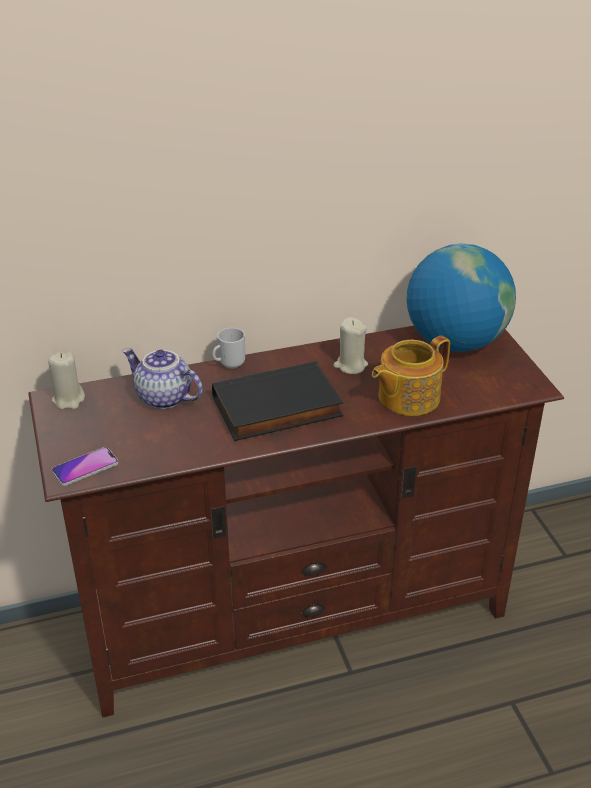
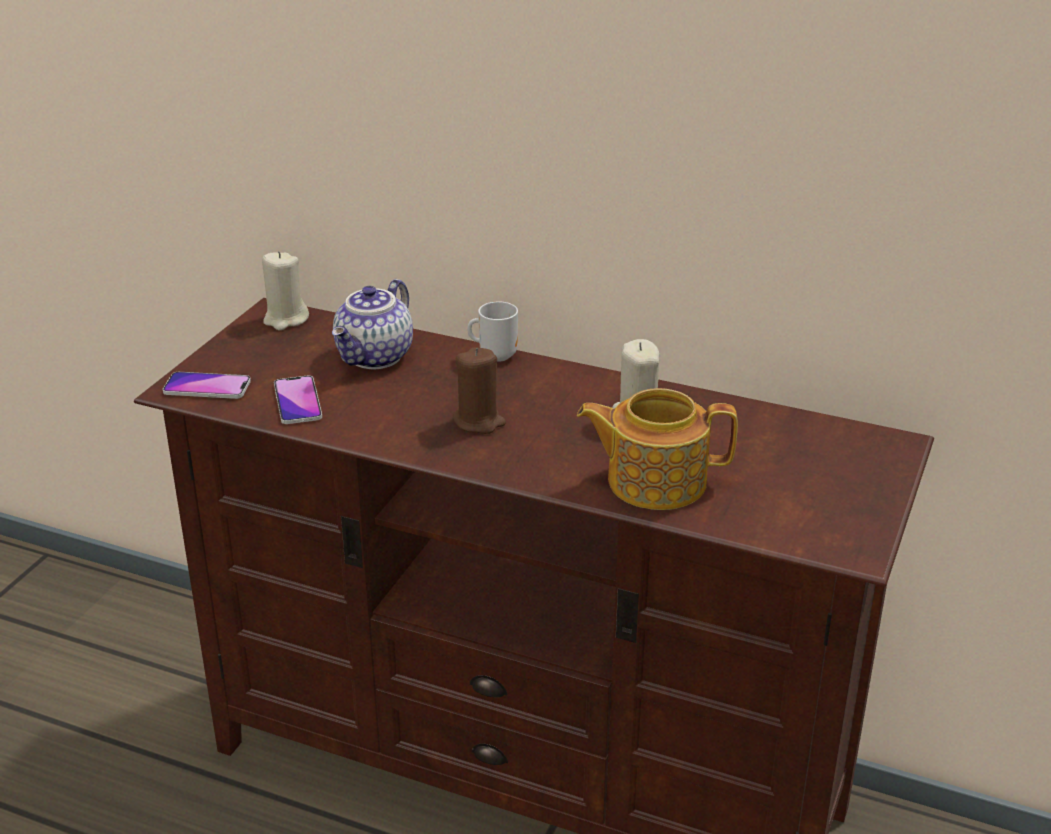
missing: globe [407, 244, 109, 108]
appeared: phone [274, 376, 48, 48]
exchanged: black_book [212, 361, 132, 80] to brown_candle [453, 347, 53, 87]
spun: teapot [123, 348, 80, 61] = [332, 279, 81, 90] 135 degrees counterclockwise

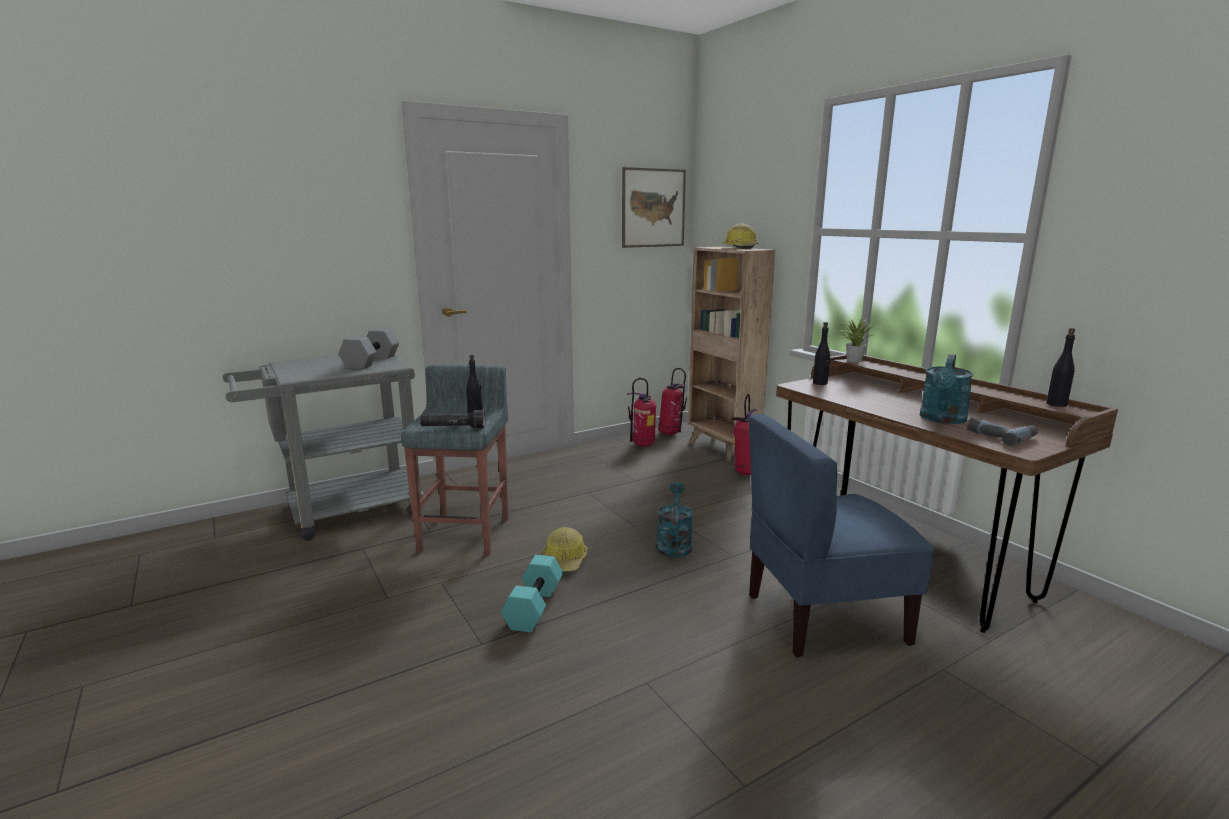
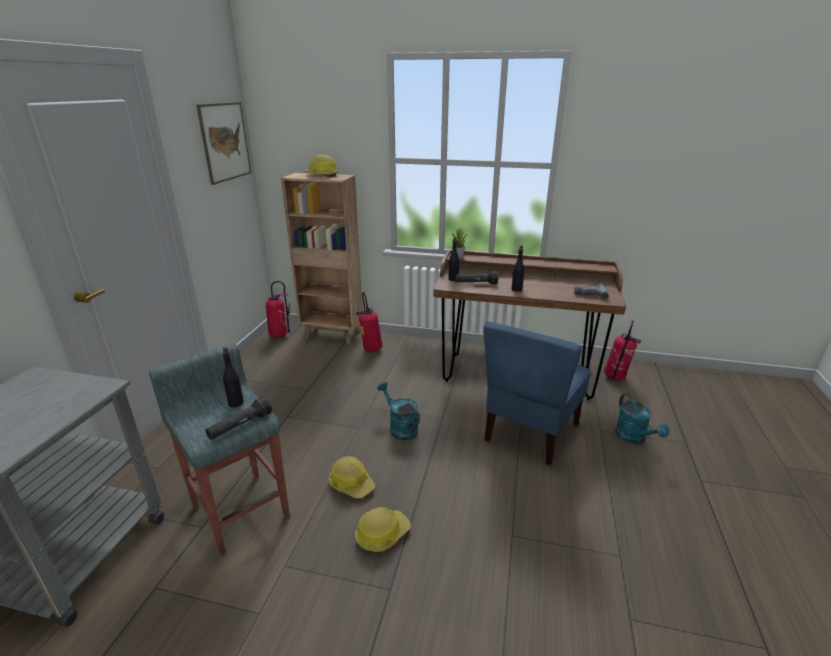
missing: grey_dumbbell [338, 328, 61, 42]
appeared: black_flashlight [455, 271, 43, 13]
relocated: black_bottle [1046, 328, 29, 79] to [512, 245, 12, 47]; fire_extinguisher [627, 378, 29, 69] to [604, 320, 37, 60]; turquoise_watering_can [920, 354, 54, 70] to [615, 393, 55, 51]
exchanged: turquoise_dumbbell [501, 555, 62, 77] to hard_hat [355, 507, 56, 45]

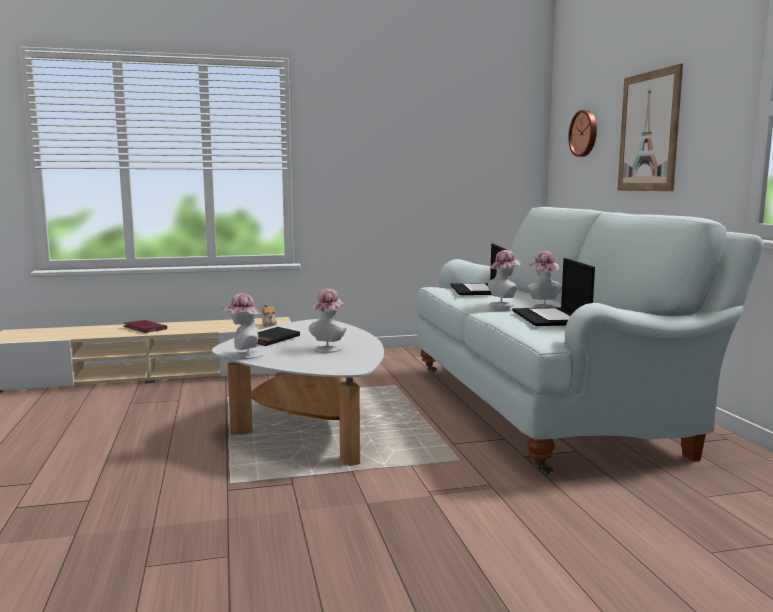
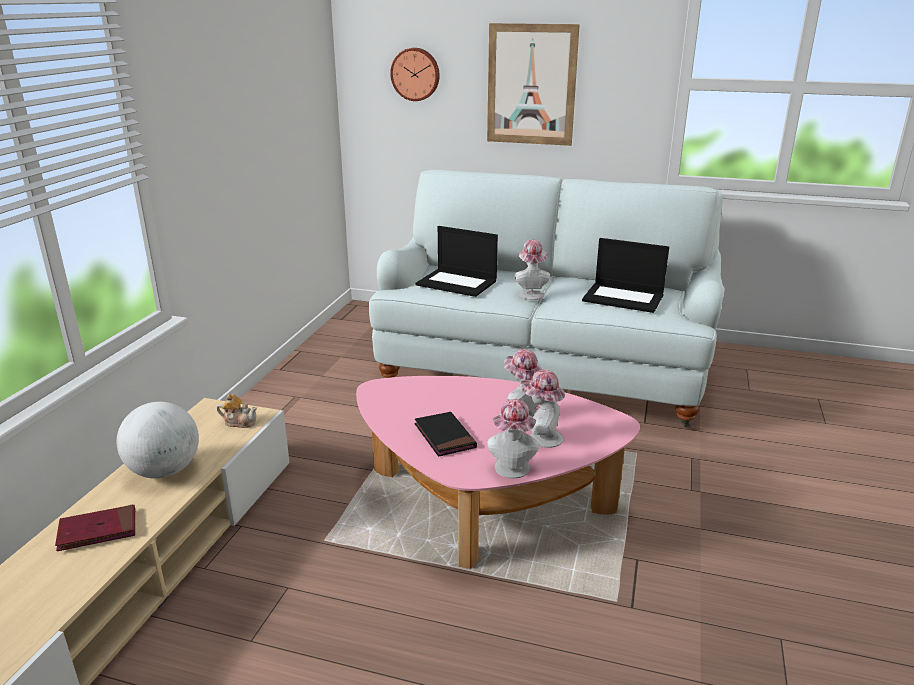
appeared: globe [117, 402, 82, 77]
relocated: hat [527, 251, 35, 57] to [520, 370, 45, 78]
colour: white_coffee_table [212, 319, 172, 147] to pink_coffee_table [356, 376, 284, 193]

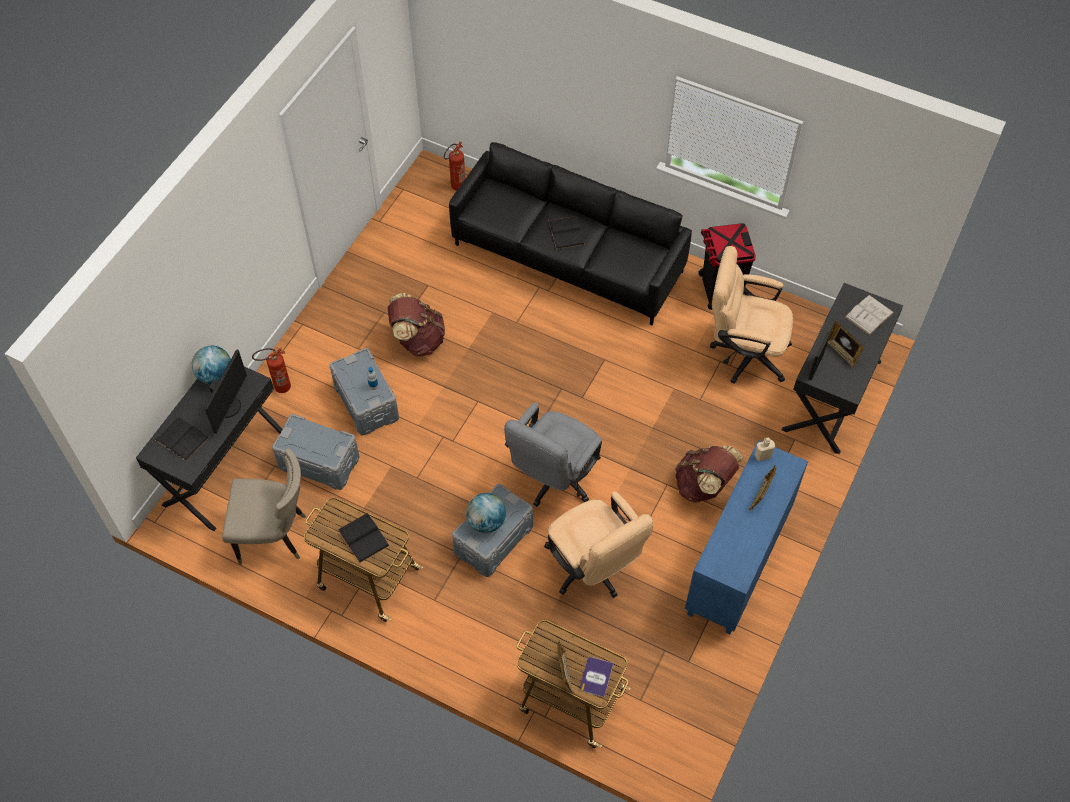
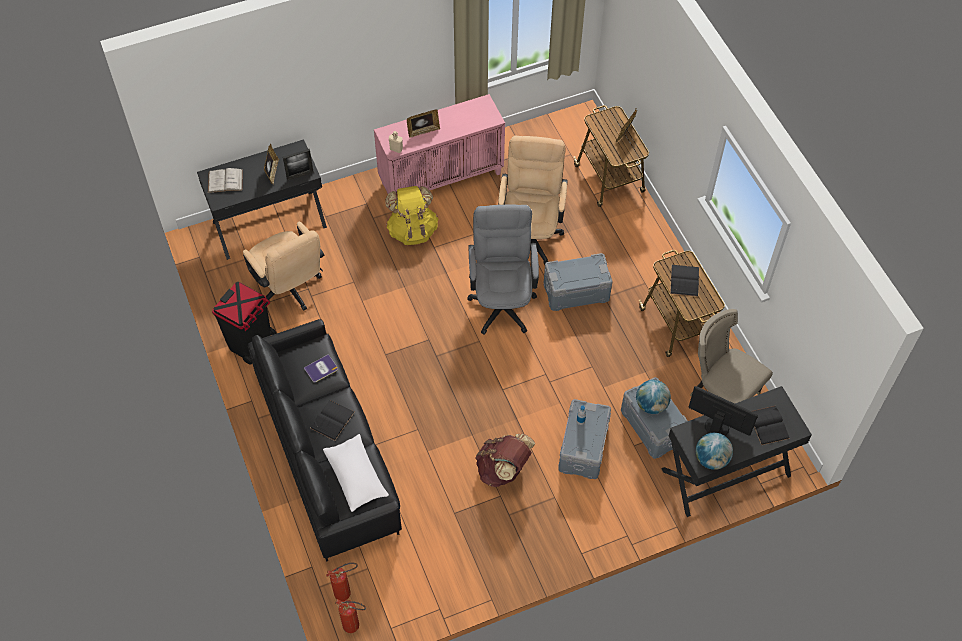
appeared: white_pillow [323, 434, 66, 78]
relocated: book [580, 657, 34, 40] to [304, 354, 34, 28]; fire_extinguisher [252, 348, 39, 45] to [335, 599, 31, 34]; globe [466, 493, 40, 40] to [636, 380, 35, 34]
colour: blue_cabinet [685, 440, 123, 194] to pink_cabinet [374, 94, 131, 100]; brown_backpack [675, 445, 69, 58] to yellow_backpack [386, 186, 53, 59]
spun: grey_office_chair [504, 402, 98, 105] = [467, 205, 72, 130] 75 degrees counterclockwise; monitor [204, 349, 43, 85] = [689, 386, 69, 50] 60 degrees clockwise

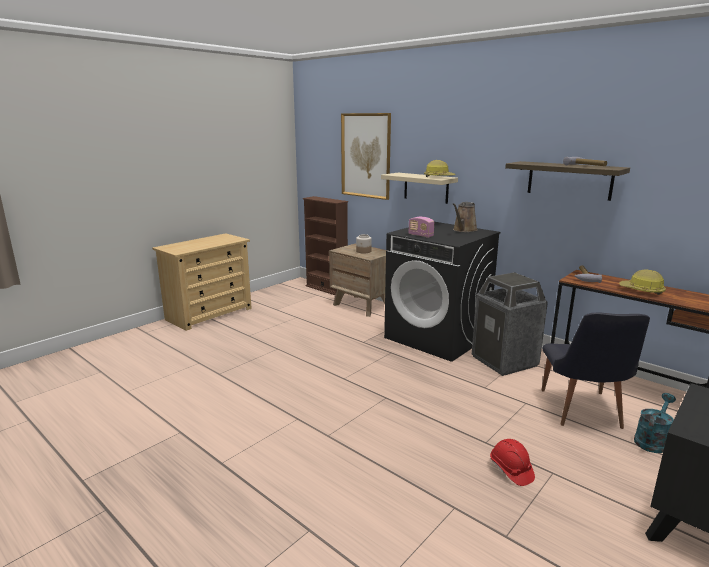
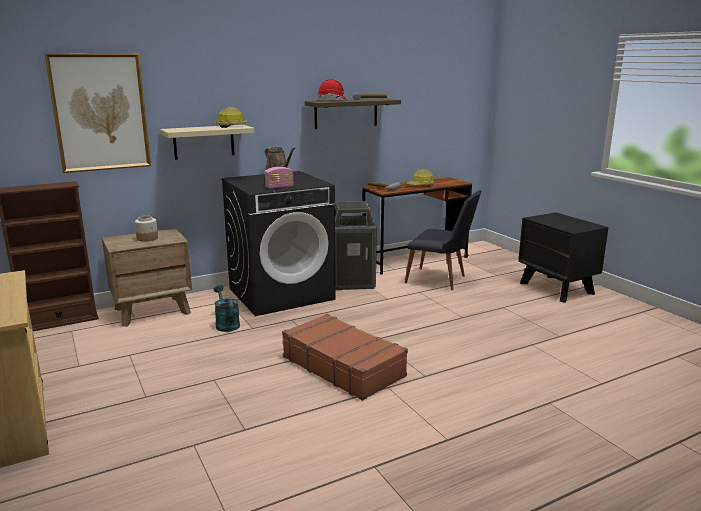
appeared: brown_suitcase [282, 314, 126, 87]
relocated: turquoise_watering_can [634, 393, 42, 60] to [214, 285, 26, 47]; red_hard_hat [490, 439, 45, 47] to [317, 79, 30, 22]

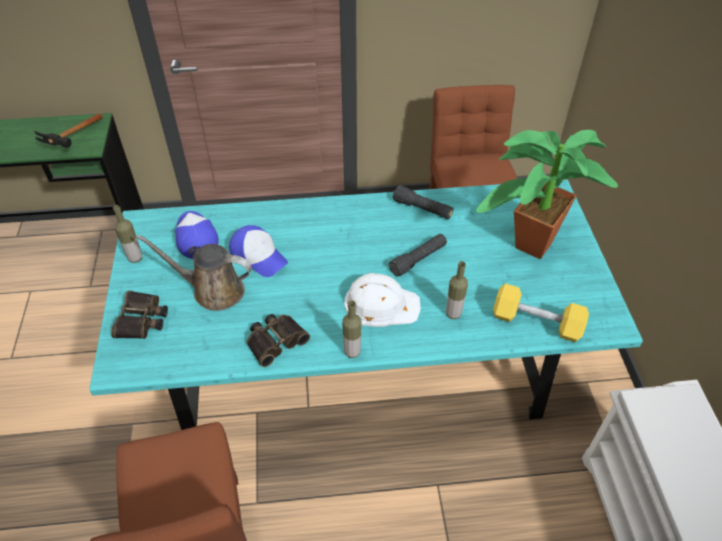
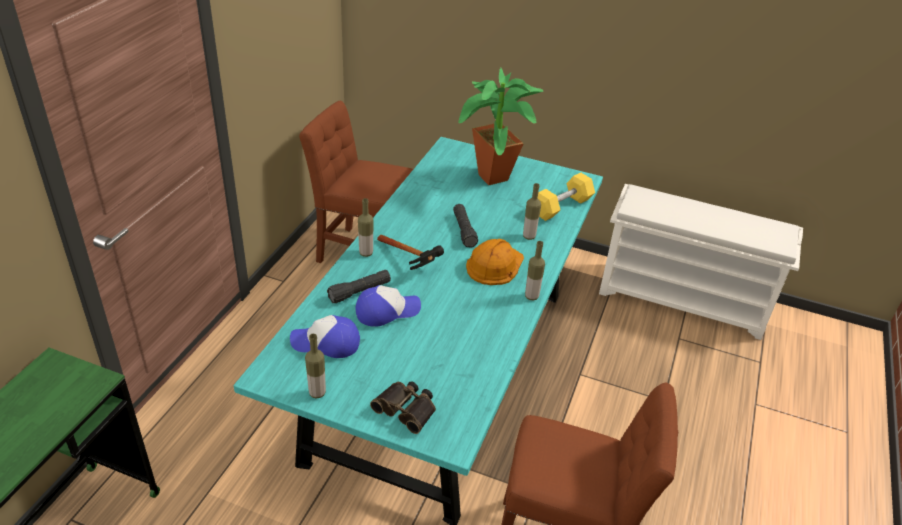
missing: brown_watering_can [136, 235, 116, 76]; binoculars [246, 314, 64, 53]
appeared: bottle [358, 198, 16, 59]
relocated: black_flashlight [393, 186, 60, 33] to [327, 270, 64, 33]; hammer [35, 114, 68, 34] to [377, 235, 67, 35]
colour: white_hard_hat [345, 273, 76, 54] to orange_hard_hat [466, 239, 58, 46]

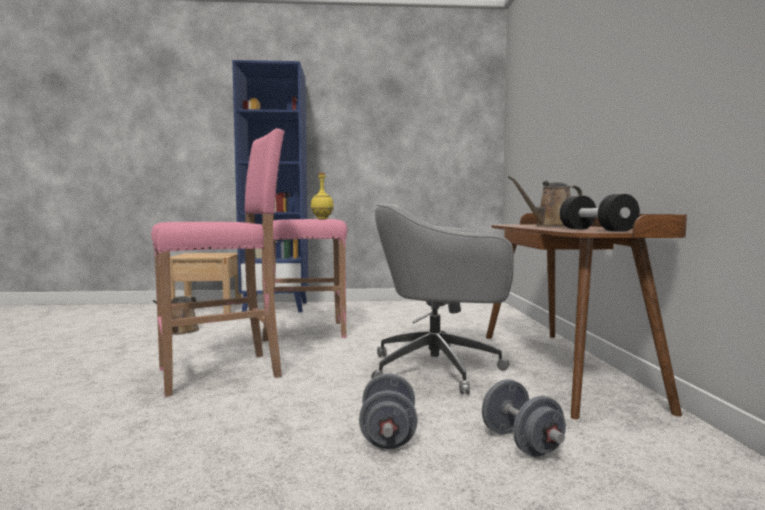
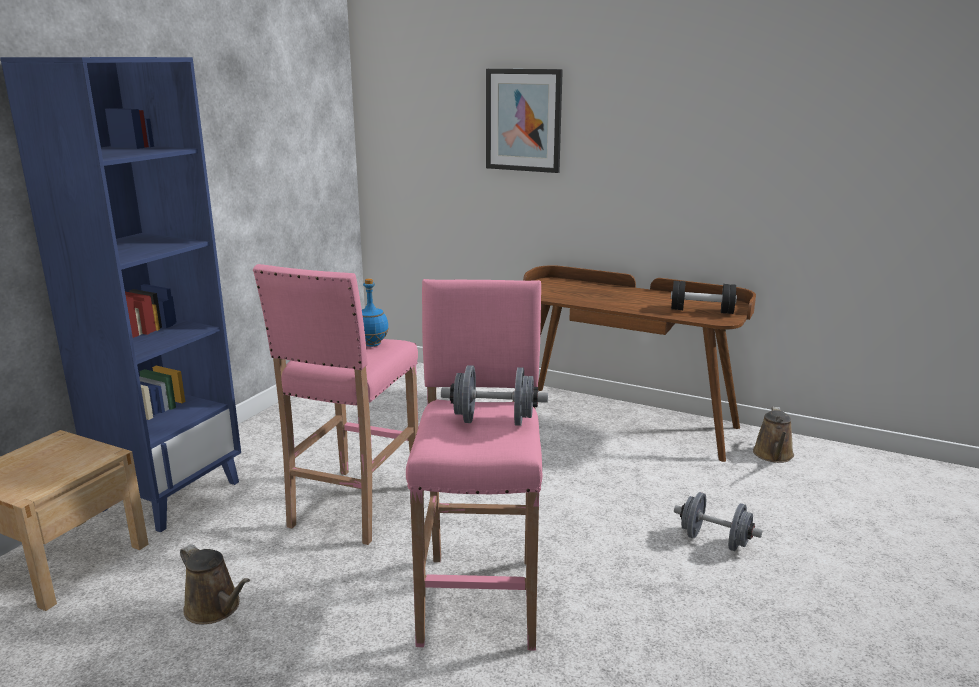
missing: grey_office_chair [371, 204, 143, 190]
appeared: picture [486, 69, 77, 104]
relocated: grey_dumbbell [482, 379, 84, 78] to [441, 365, 107, 61]; brown_watering_can [508, 176, 75, 51] to [753, 407, 41, 56]
colour: yellow_bottle [311, 173, 23, 46] to blue_bottle [362, 279, 27, 68]

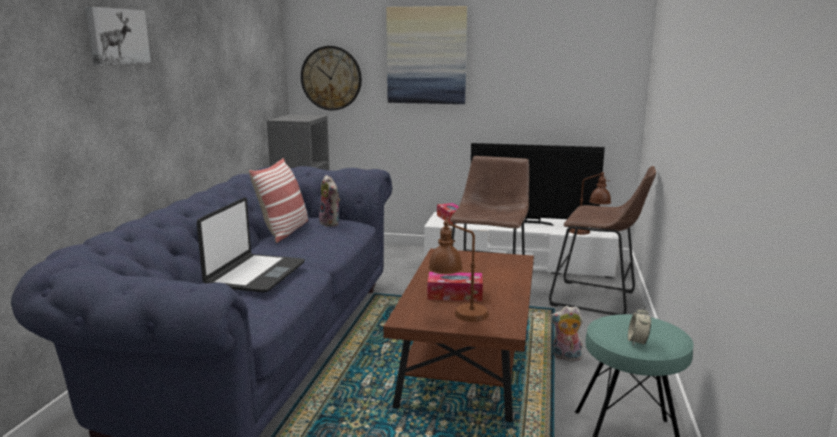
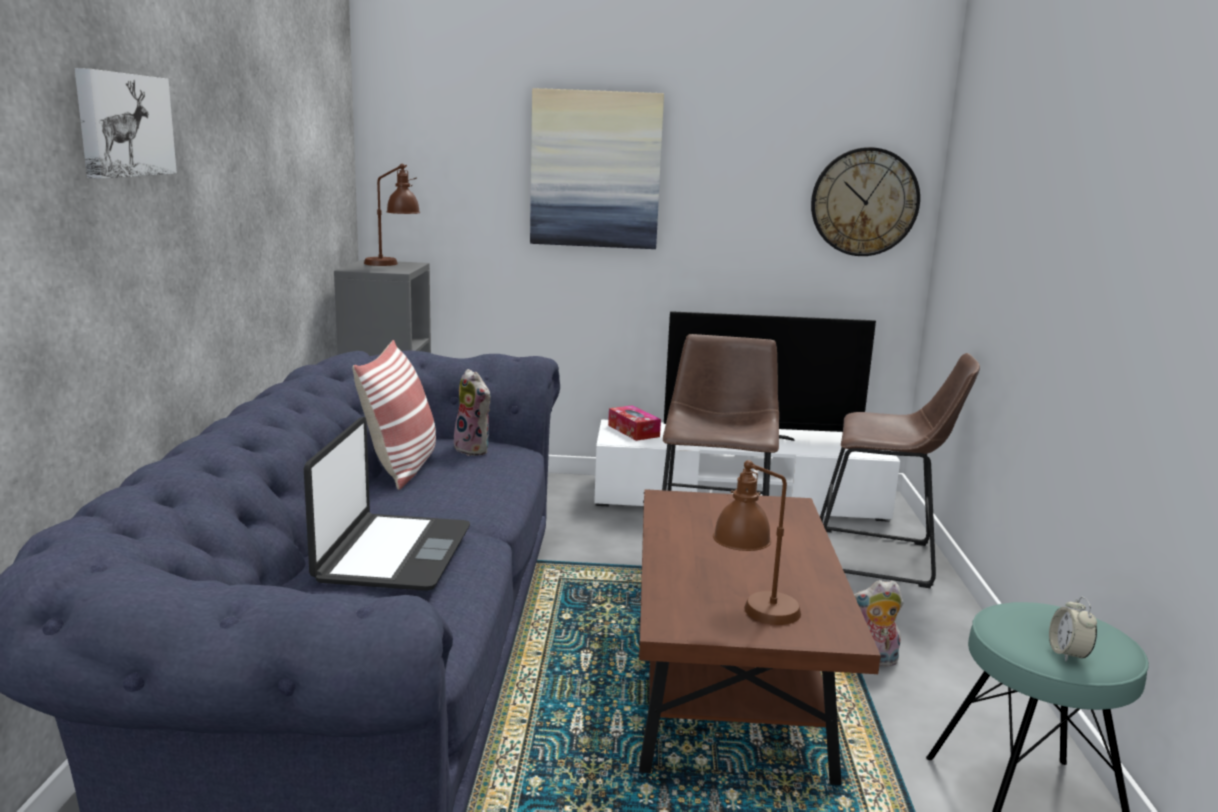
missing: tissue_box [427, 272, 56, 29]
relocated: brown_table_lamp [569, 172, 42, 63] to [364, 164, 56, 102]; wall_clock [301, 46, 61, 64] to [811, 147, 109, 109]

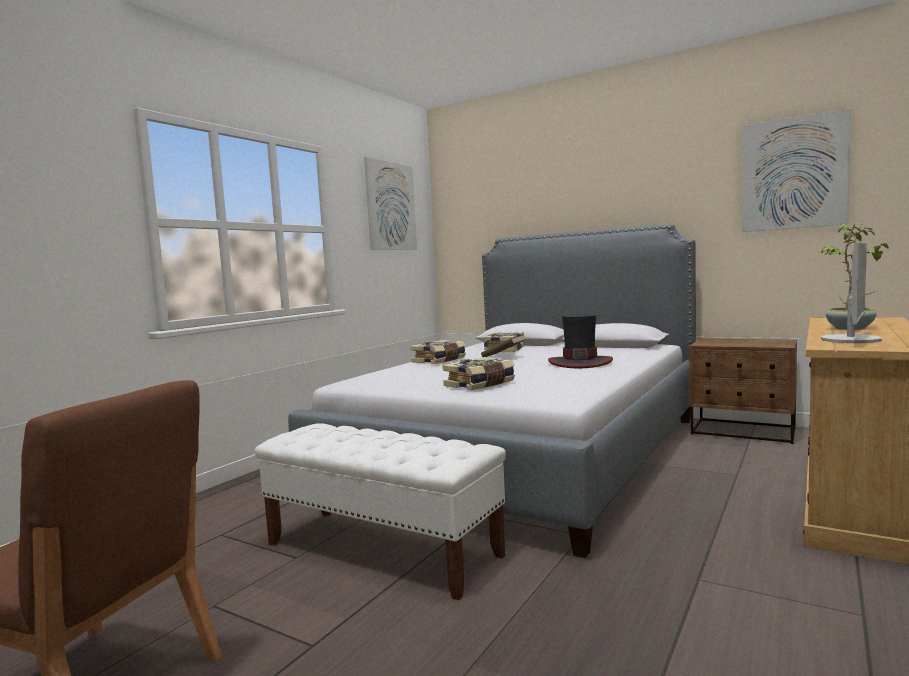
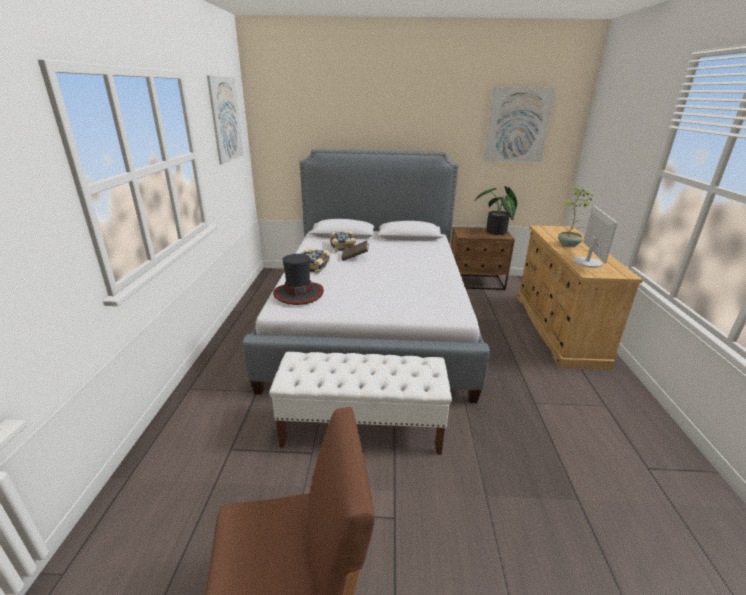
missing: book [442, 357, 73, 33]
appeared: potted_plant [475, 186, 42, 49]
relocated: hat [548, 314, 65, 54] to [273, 254, 51, 51]

